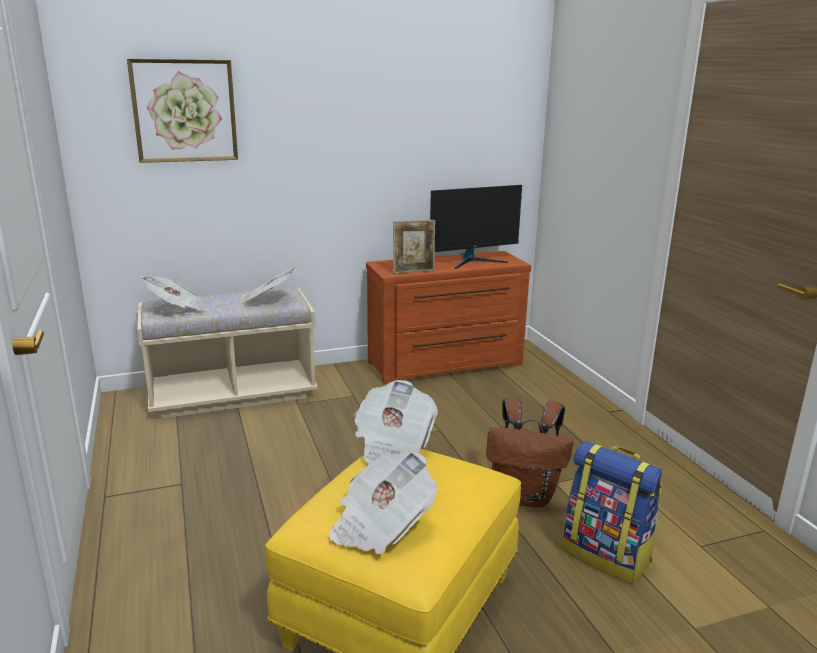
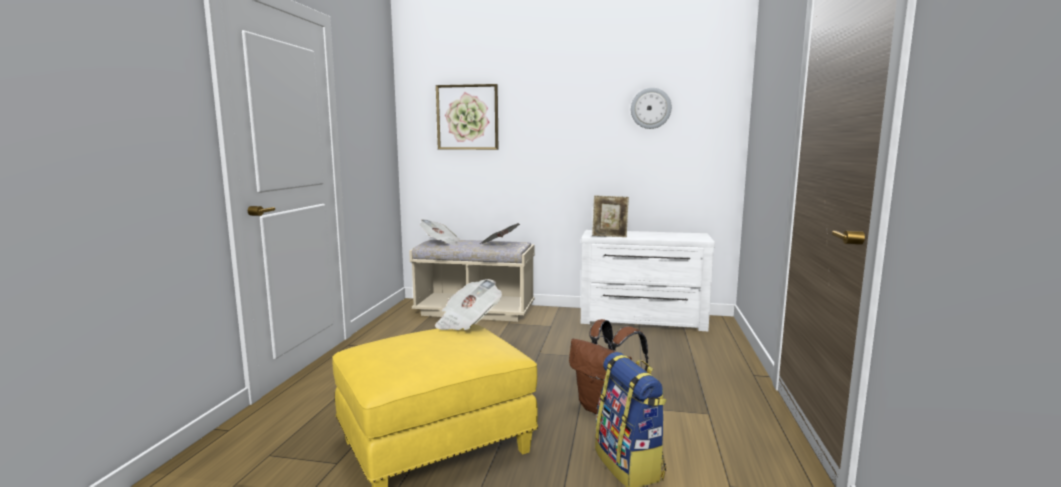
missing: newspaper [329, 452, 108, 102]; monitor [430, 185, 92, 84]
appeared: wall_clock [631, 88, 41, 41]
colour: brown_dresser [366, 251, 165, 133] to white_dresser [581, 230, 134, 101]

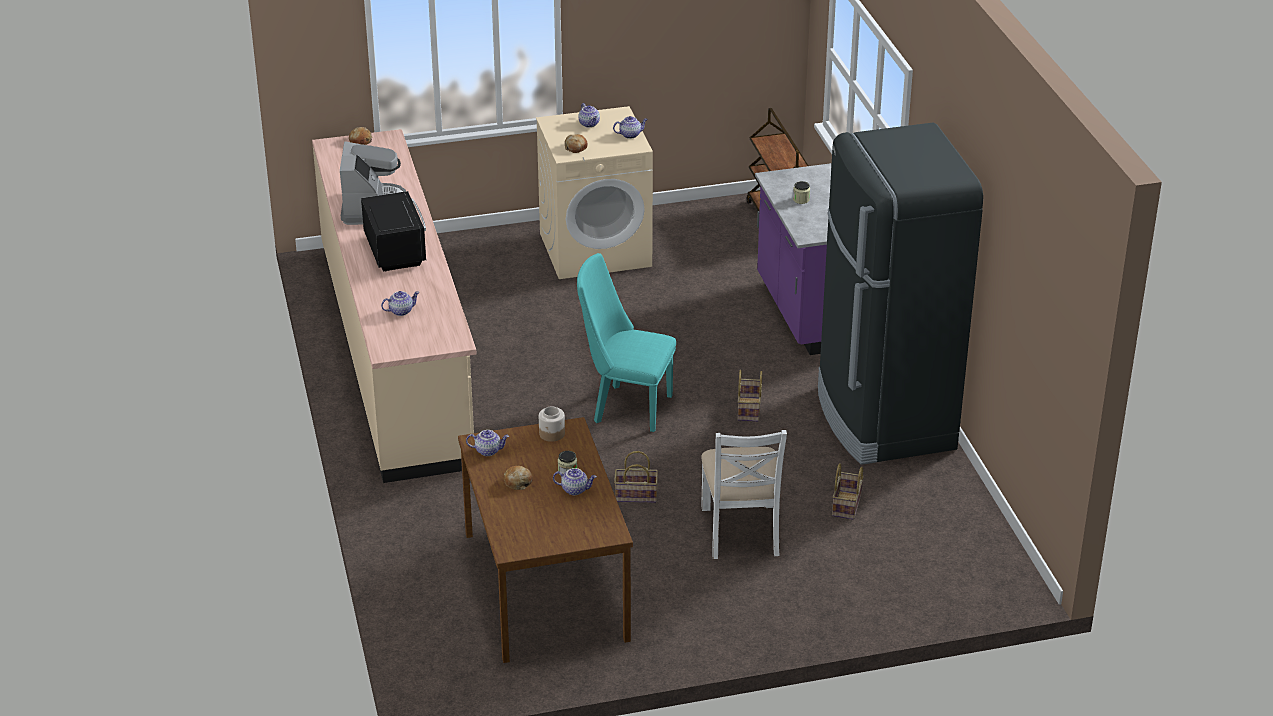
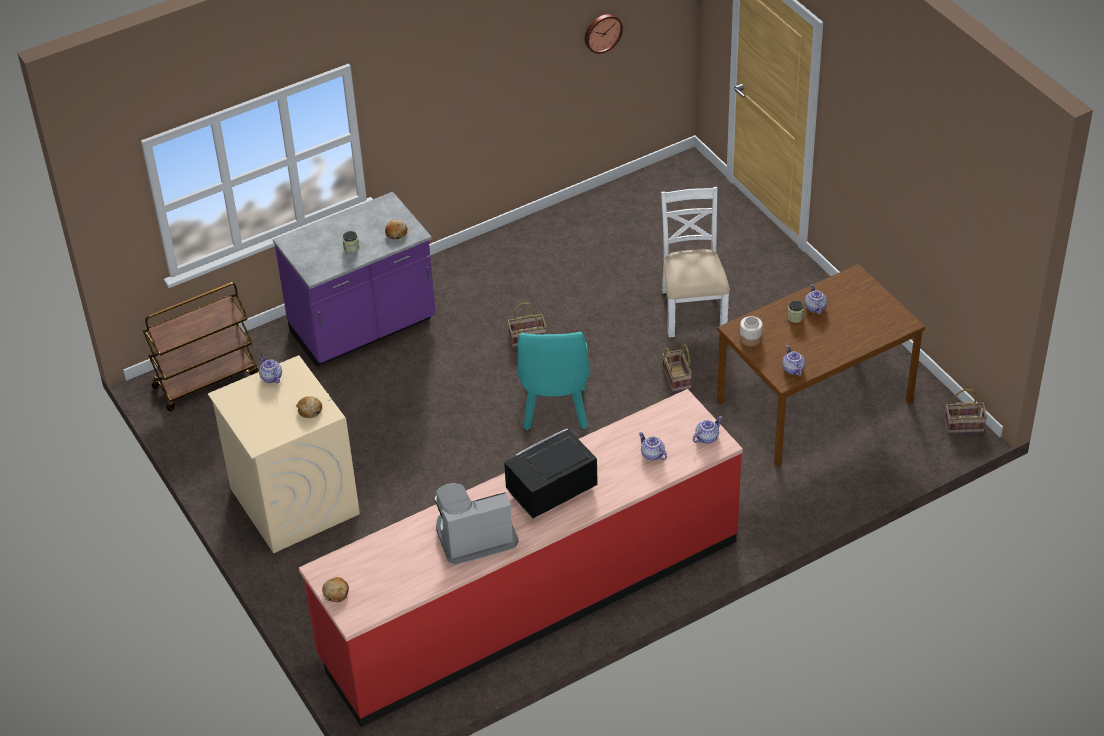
missing: black_fridge [818, 123, 165, 342]
appeared: wall_clock [585, 14, 38, 40]
relocated: bread [504, 466, 29, 24] to [385, 219, 23, 20]; teapot [578, 103, 22, 24] to [693, 416, 29, 28]; basket [832, 463, 32, 57] to [945, 389, 42, 45]
colour: beige_counter [312, 129, 165, 354] to red_counter [299, 389, 444, 338]
spun: white_chair [701, 430, 86, 129] = [661, 187, 69, 150] 75 degrees counterclockwise

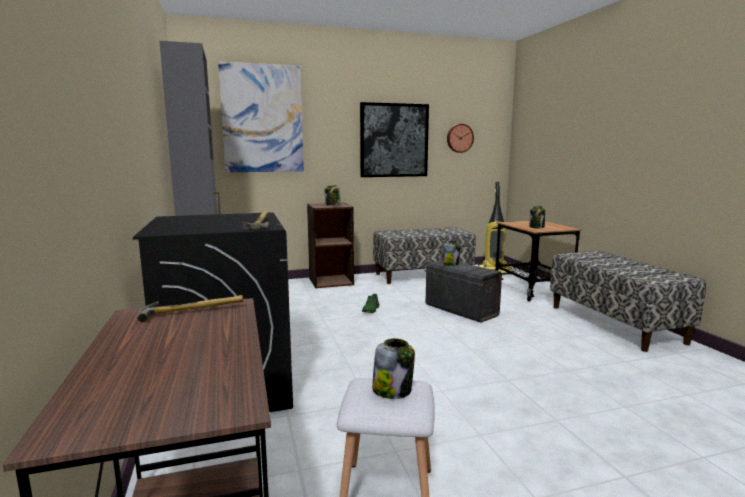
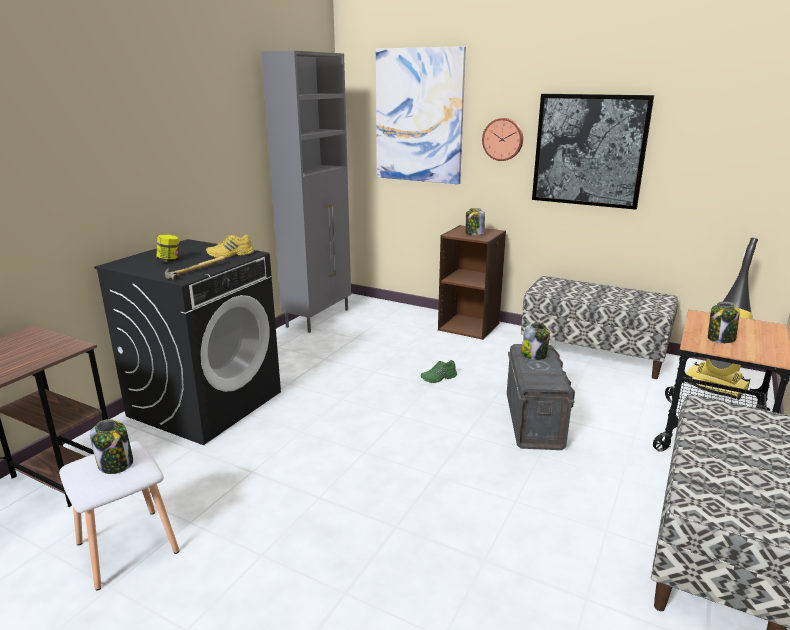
missing: hammer [137, 295, 106, 27]
appeared: jar [156, 235, 23, 27]; yellow_shoe [206, 234, 48, 24]
relocated: wall_clock [447, 124, 27, 29] to [482, 118, 41, 43]

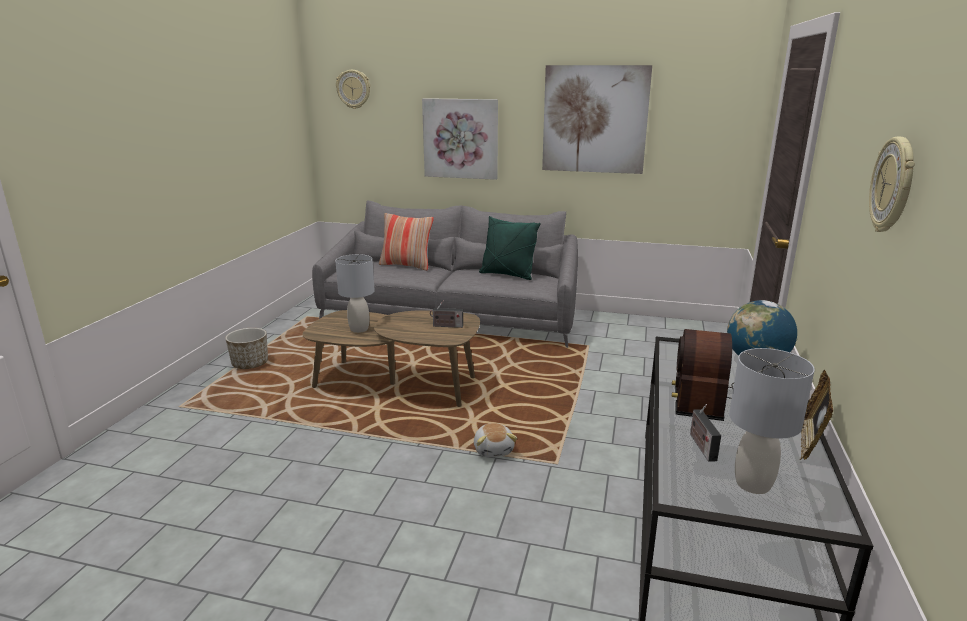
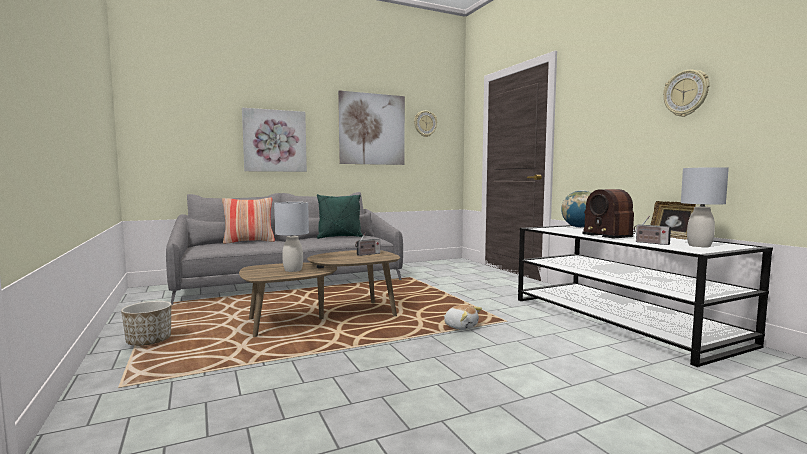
relocated: wall_clock [336, 70, 34, 39] to [414, 111, 23, 26]

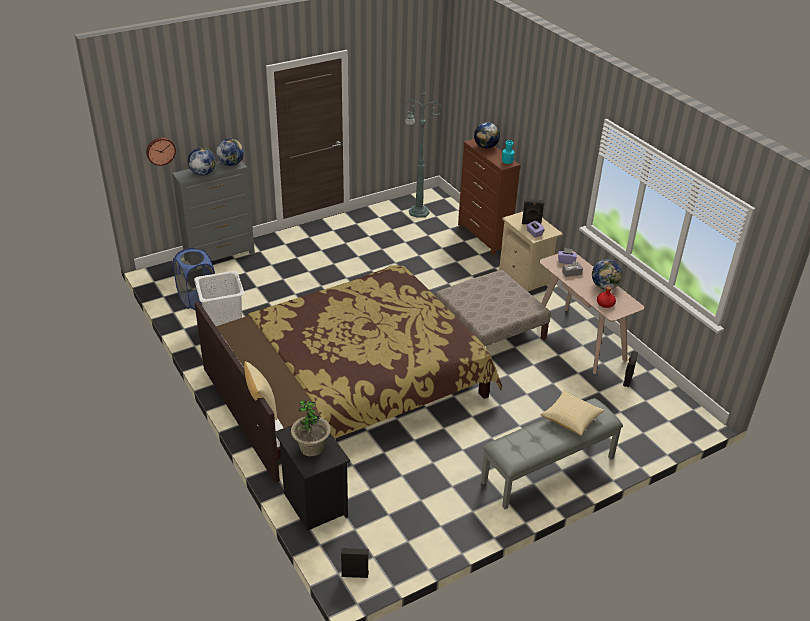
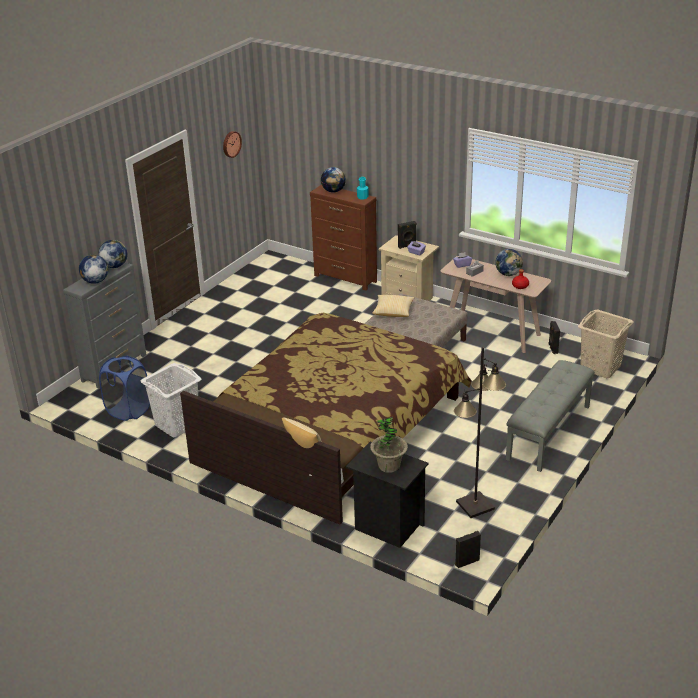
missing: green_floor_lamp [404, 85, 38, 133]
appeared: black_floor_lamp [454, 347, 52, 171]; beige_laundry_basket [578, 309, 56, 69]
relocated: wall_clock [146, 138, 30, 28] to [223, 131, 19, 27]; pillow [541, 390, 63, 46] to [372, 295, 42, 22]

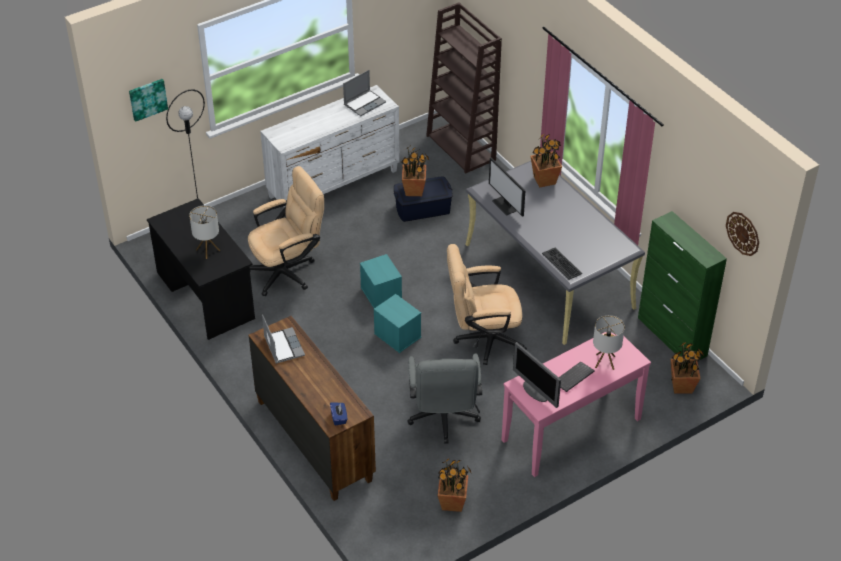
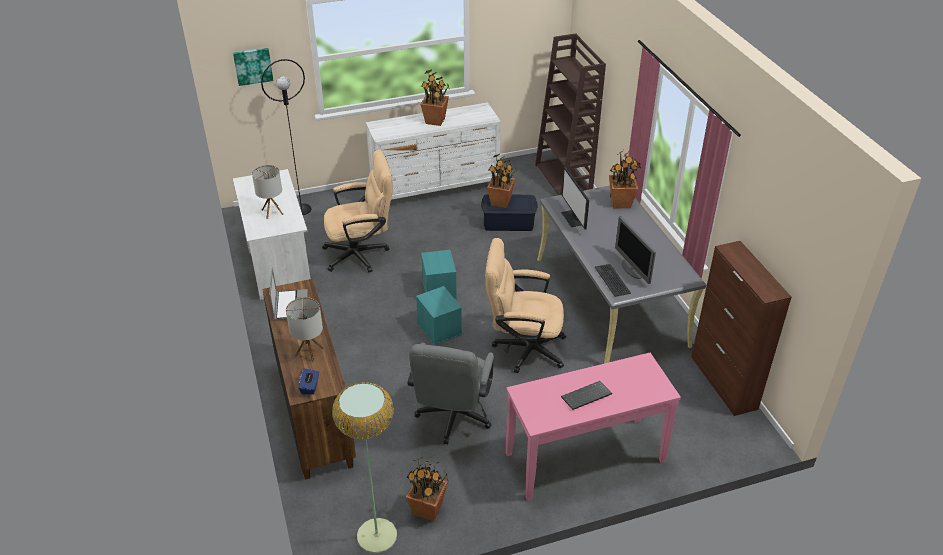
missing: laptop [343, 70, 43, 46]; wall_clock [726, 212, 33, 44]
appeared: floor_lamp [332, 382, 65, 171]
relocated: table_lamp [593, 315, 32, 55] to [286, 297, 38, 65]; potted_plant [671, 342, 33, 52] to [420, 69, 29, 57]; monitor [513, 342, 48, 66] to [615, 216, 41, 68]
colour: black_desk [147, 198, 108, 142] to white_desk [233, 169, 77, 131]; green_cabinet [638, 211, 89, 149] to brown_cabinet [691, 241, 101, 175]

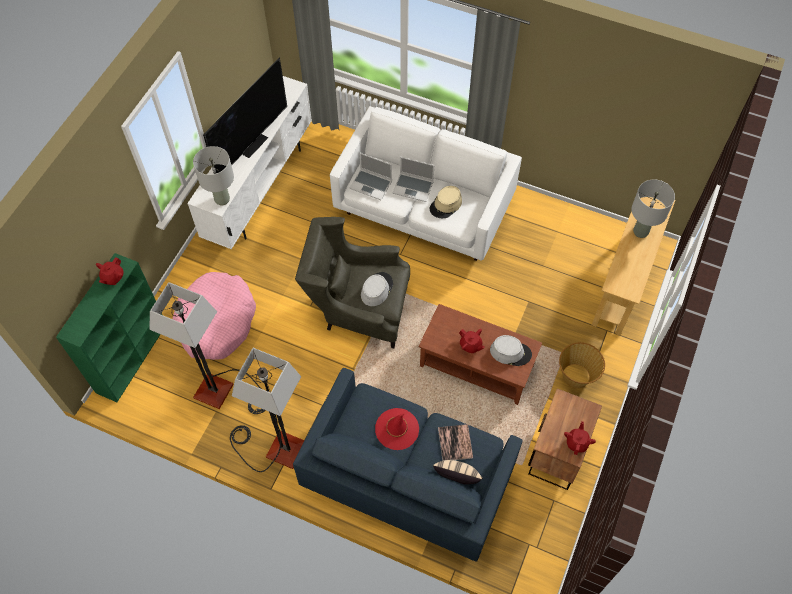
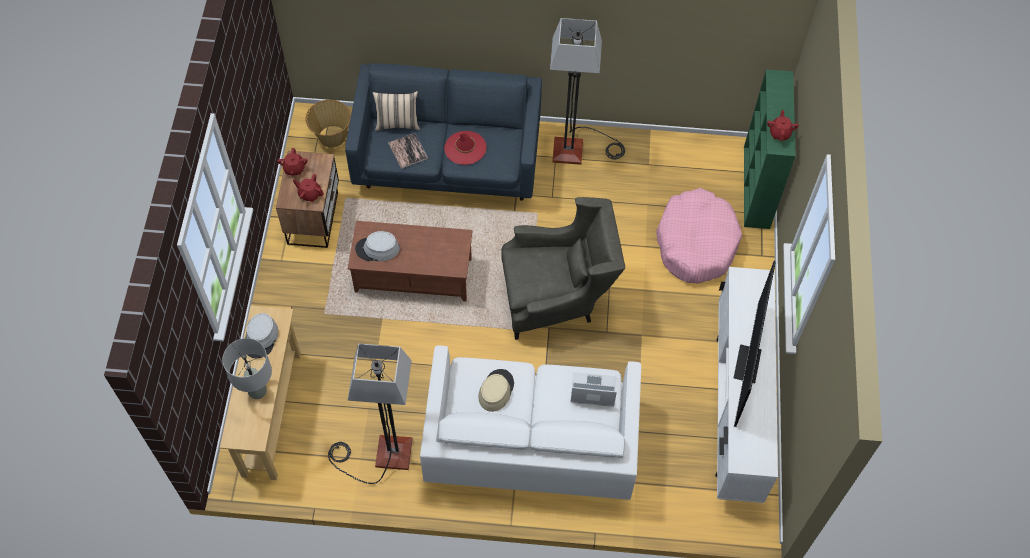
missing: grey_table_lamp [193, 146, 41, 59]; laptop [392, 157, 42, 45]
relocated: grey_hat [361, 272, 32, 34] to [245, 313, 33, 45]; red_teapot [459, 329, 26, 24] to [293, 174, 31, 28]; basket [559, 342, 46, 46] to [306, 100, 45, 48]; floor_lamp [149, 282, 117, 132] to [328, 343, 85, 141]

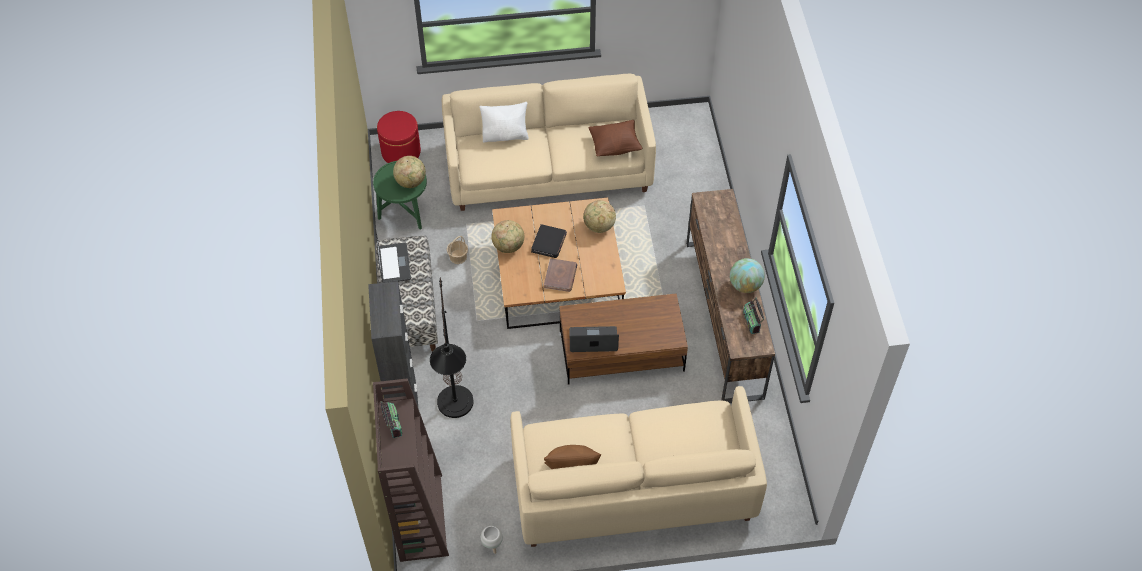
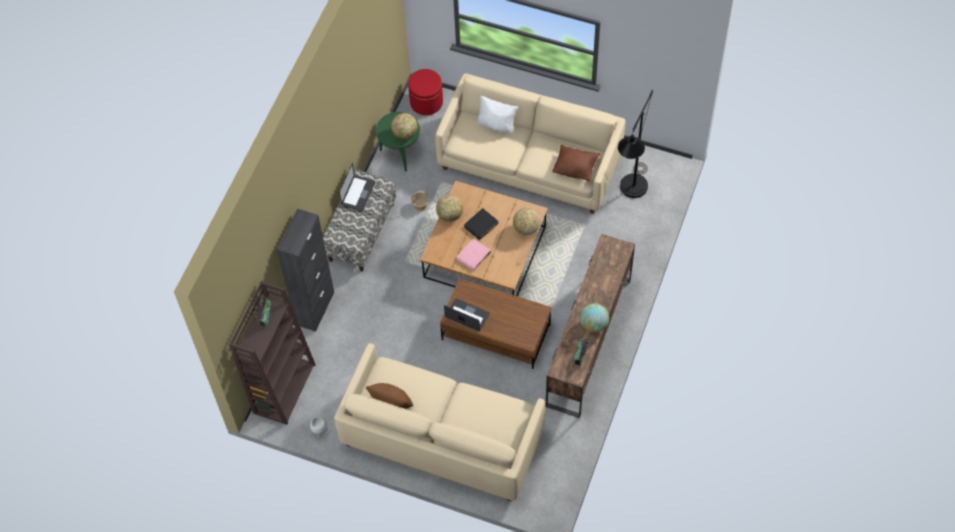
relocated: black_floor_lamp [430, 278, 44, 140] to [618, 90, 35, 108]
colour: brown_book [544, 258, 33, 34] to pink_book [457, 238, 34, 32]

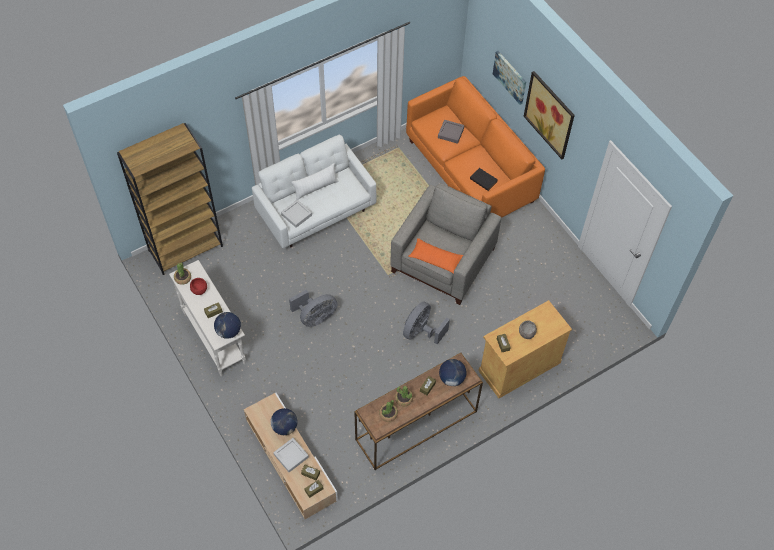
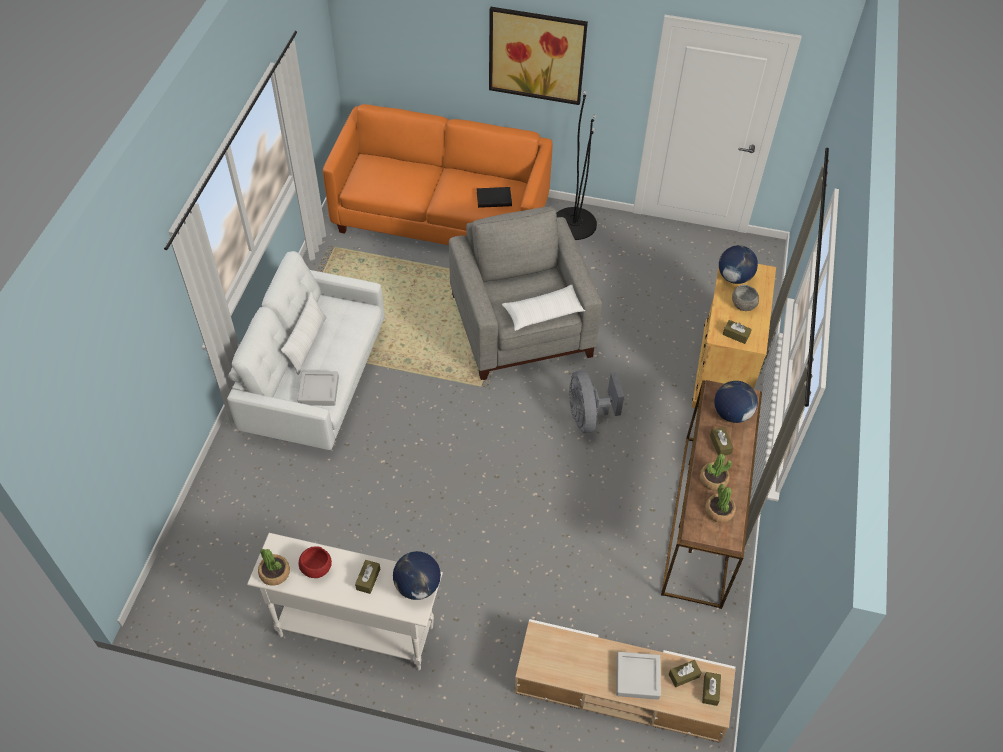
missing: brown_bookcase [117, 123, 106, 152]; grey_fan [289, 289, 48, 38]; grey_tray [438, 120, 26, 24]; picture [493, 51, 33, 54]
appeared: black_floor_lamp [557, 91, 40, 149]
relocated: globe [271, 408, 26, 27] to [719, 245, 39, 39]
colour: orange_pillow [408, 238, 55, 36] to white_pillow [502, 285, 83, 46]

